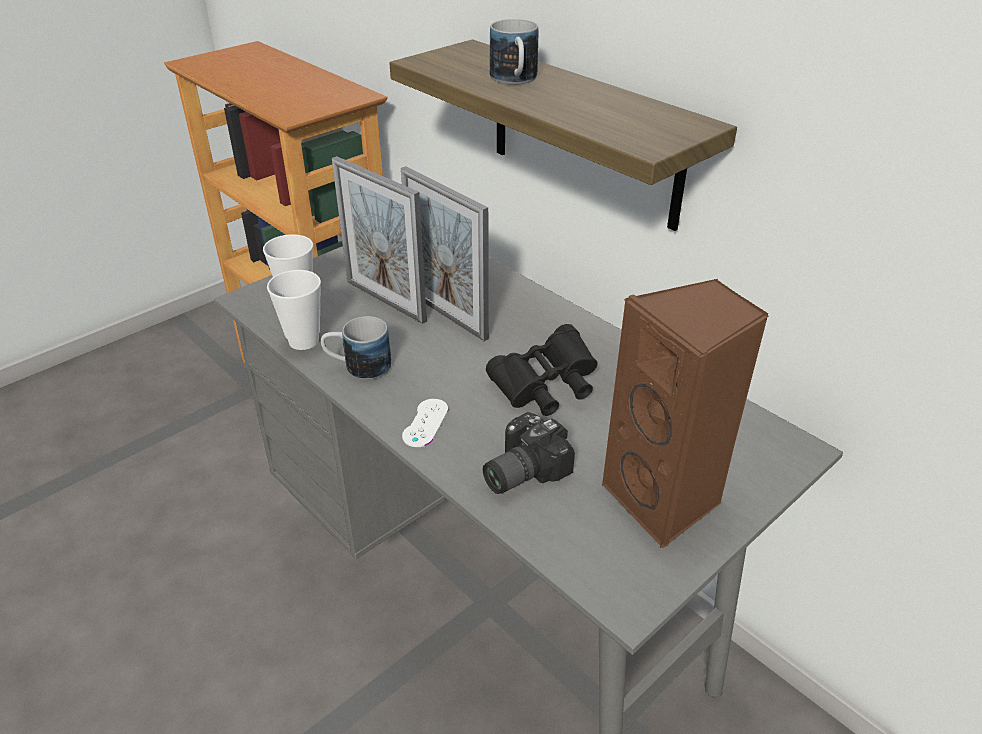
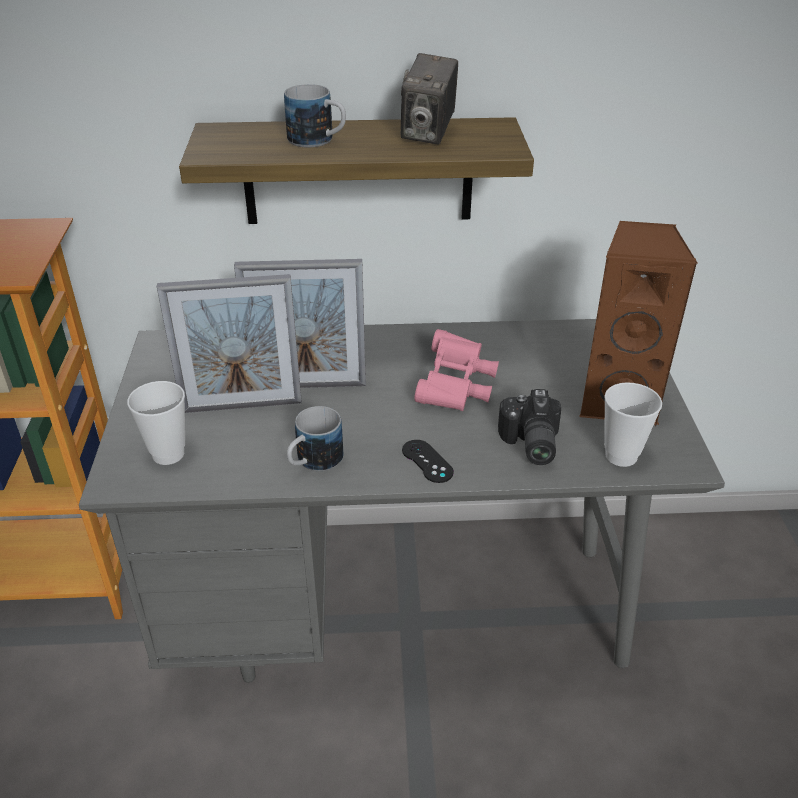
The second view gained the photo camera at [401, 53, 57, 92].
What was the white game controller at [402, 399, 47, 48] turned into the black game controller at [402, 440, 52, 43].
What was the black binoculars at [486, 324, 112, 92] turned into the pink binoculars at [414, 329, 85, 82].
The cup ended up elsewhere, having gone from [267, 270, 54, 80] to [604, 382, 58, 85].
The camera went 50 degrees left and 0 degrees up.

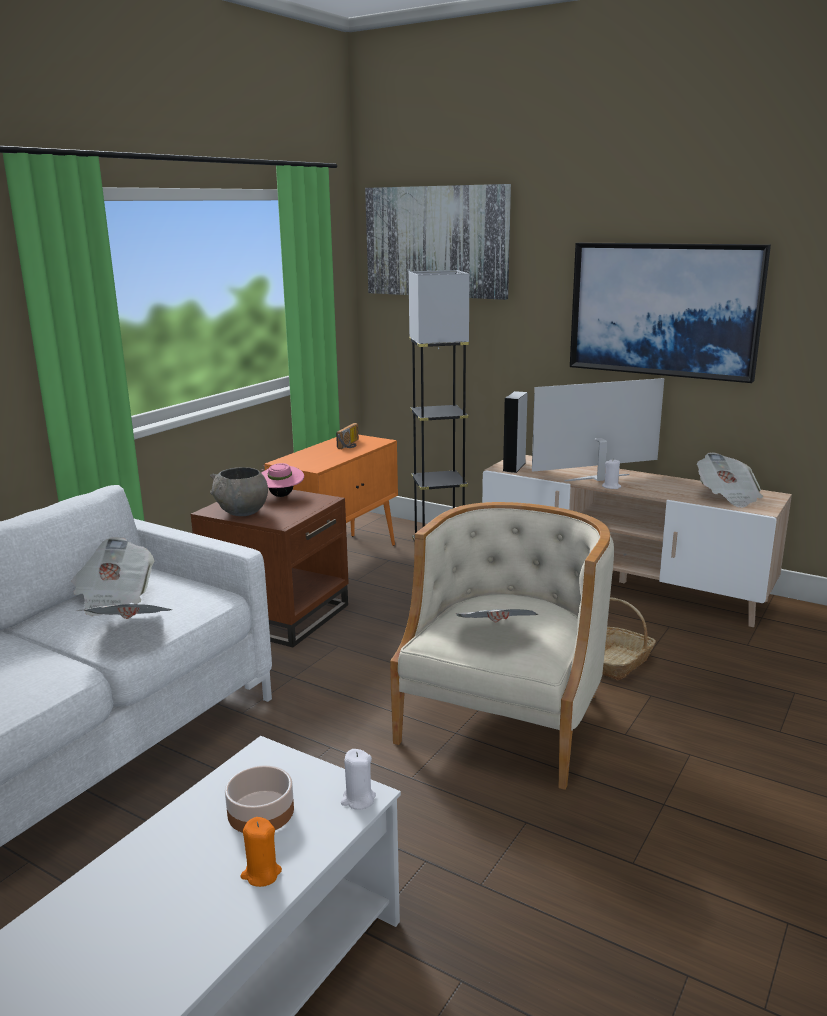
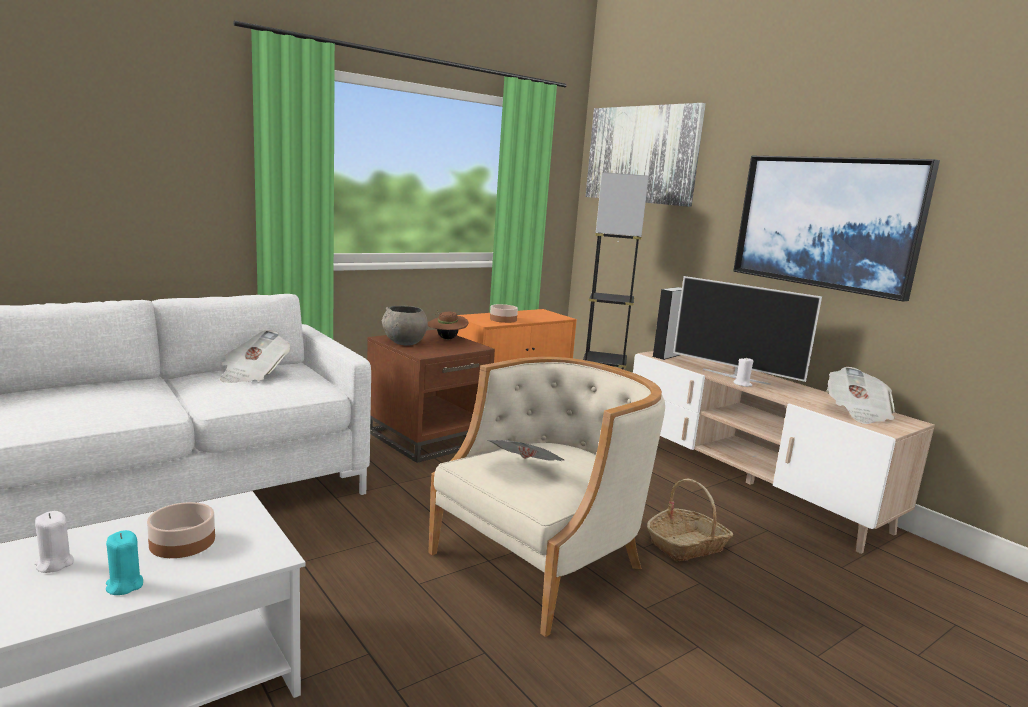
The white candle ended up elsewhere, having gone from [341, 749, 35, 61] to [35, 511, 39, 62].
What was the orange candle at [241, 817, 41, 70] turned into the turquoise candle at [106, 530, 37, 65].
What was the pink hat at [262, 463, 42, 34] turned into the brown hat at [428, 311, 40, 28].
The second view gained the bowl at [490, 304, 28, 19].
The television at [532, 378, 132, 103] ended up facing another way, 150 degrees counterclockwise from before.
The second view lost the newspaper at [77, 604, 95, 15].
The second view lost the radio at [336, 423, 23, 26].
The camera went 20 degrees right and 5 degrees down.

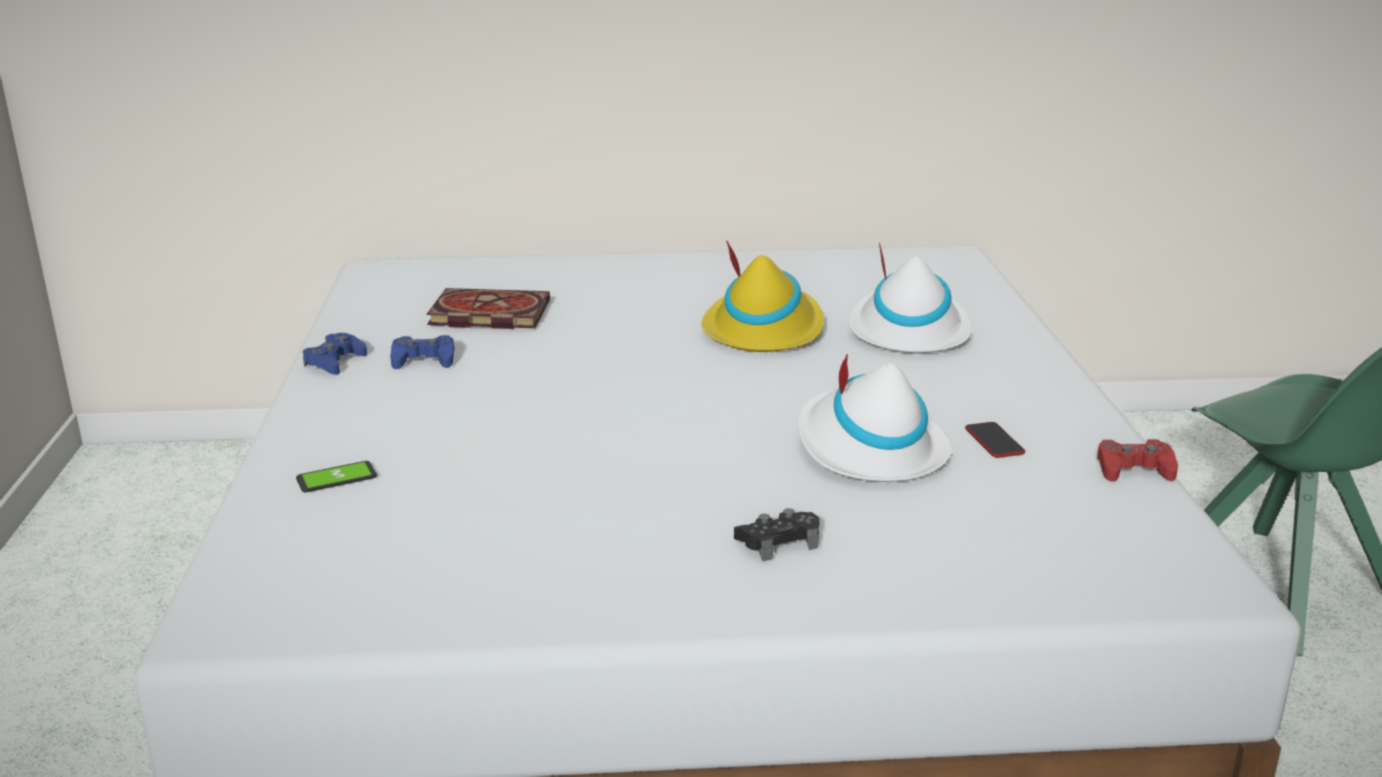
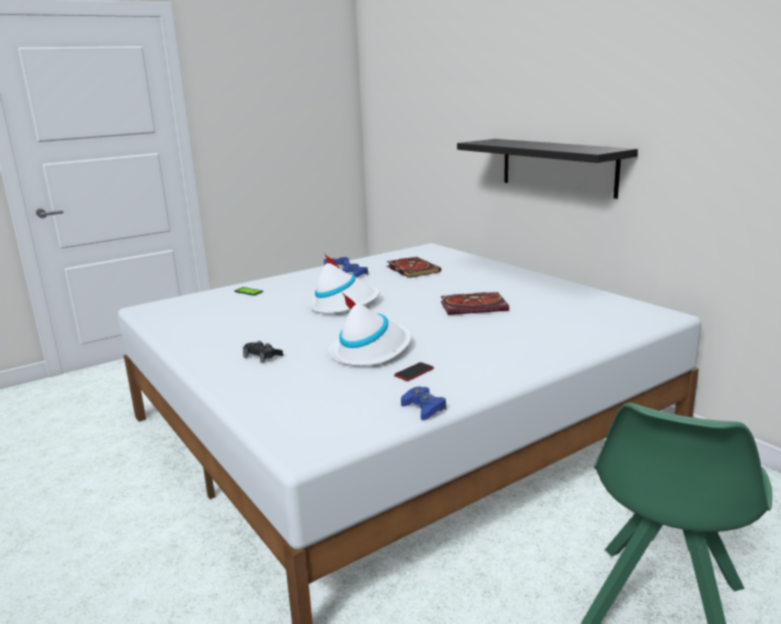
The white hat ended up elsewhere, having gone from [849, 243, 123, 111] to [308, 254, 72, 60].
What was the red game controller at [1097, 439, 81, 42] turned into the blue game controller at [401, 387, 45, 33].
Where the yellow hat stood at [702, 241, 122, 111], the book came to stand at [441, 292, 68, 23].
The second view gained the black shelf at [457, 139, 181, 60].
The camera went 60 degrees right and 5 degrees down.

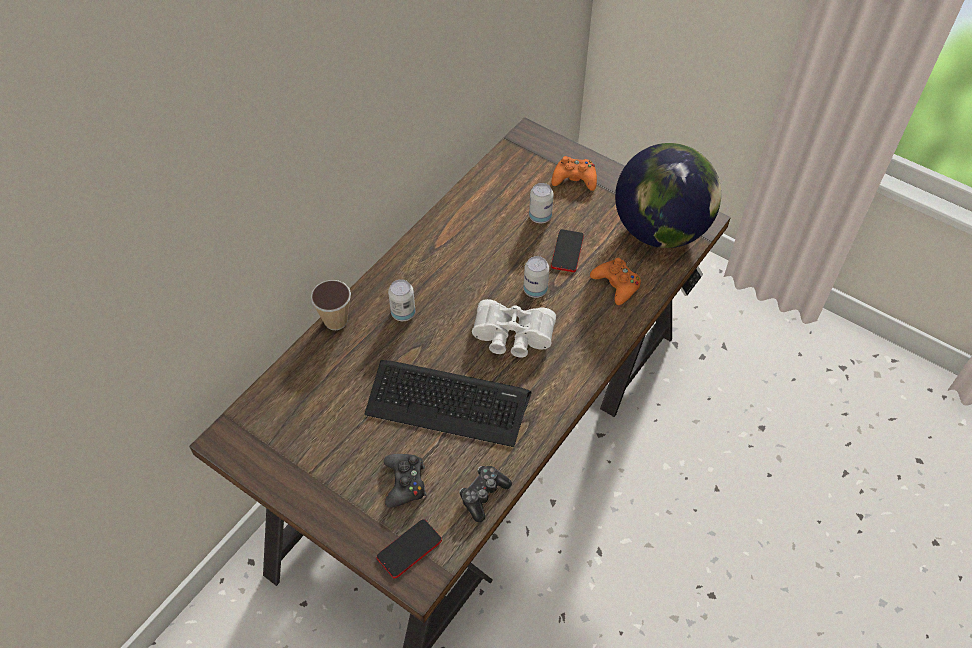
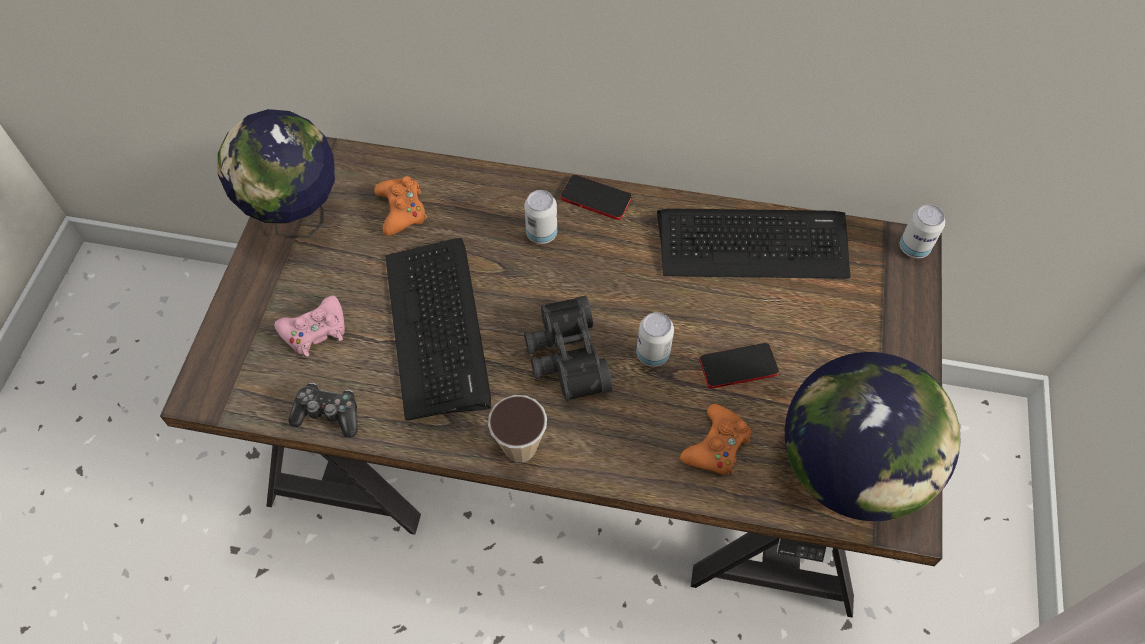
The second view gained the globe at [218, 109, 117, 129].
What was the black game controller at [384, 454, 43, 53] turned into the pink game controller at [274, 296, 71, 61].
The orange game controller ended up elsewhere, having gone from [551, 156, 46, 35] to [374, 176, 54, 60].
The cup ended up elsewhere, having gone from [310, 280, 41, 50] to [488, 395, 59, 67].
What was the white binoculars at [472, 299, 84, 59] turned into the black binoculars at [524, 296, 89, 105].
The phone ended up elsewhere, having gone from [376, 519, 66, 59] to [560, 175, 72, 45].
The second view gained the keyboard at [657, 208, 194, 71].
The can ended up elsewhere, having gone from [529, 183, 25, 41] to [900, 204, 45, 54].
The camera went 65 degrees right and 5 degrees up.

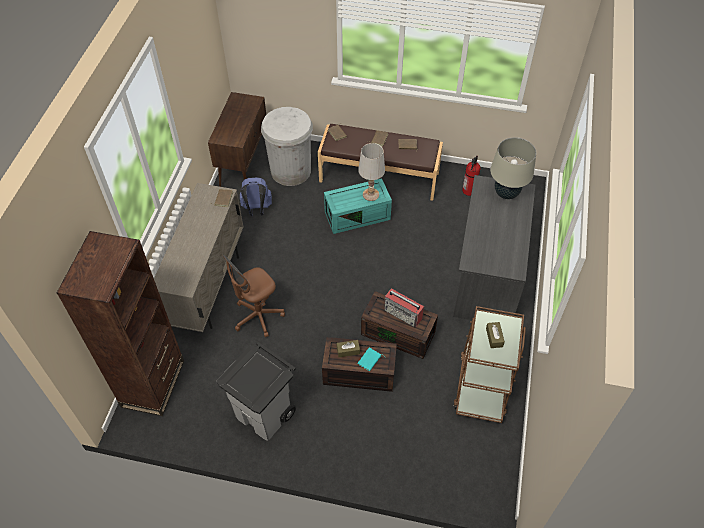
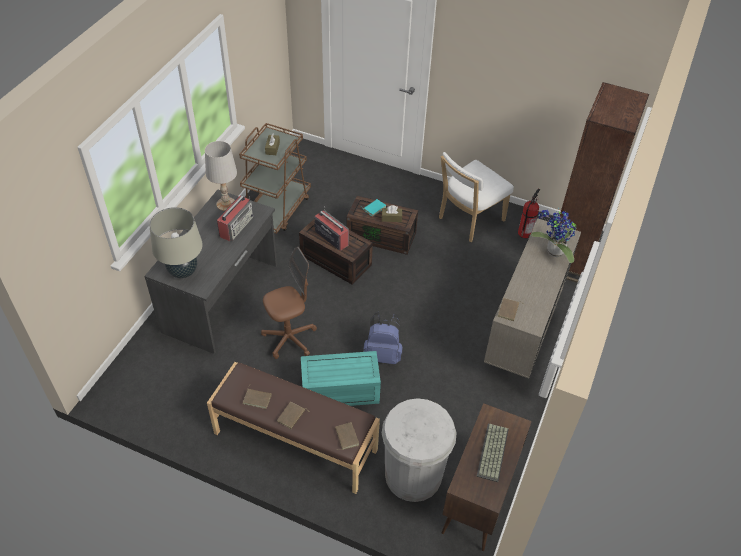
The white table lamp ended up elsewhere, having gone from [358, 143, 27, 58] to [205, 141, 32, 70].
The second view gained the radio at [217, 196, 37, 45].
The brown office chair ended up elsewhere, having gone from [223, 255, 62, 82] to [261, 247, 56, 112].
The blue backpack ended up elsewhere, having gone from [240, 177, 32, 39] to [363, 312, 39, 52].
Where the grey trash can stood at [216, 342, 80, 99], the white chair came to stand at [439, 152, 75, 90].
The second view gained the keyboard at [476, 424, 33, 58].
The fire extinguisher ended up elsewhere, having gone from [462, 156, 18, 40] to [518, 189, 22, 49].
The second view gained the potted plant at [531, 208, 45, 55].
The camera went 170 degrees left and 5 degrees down.

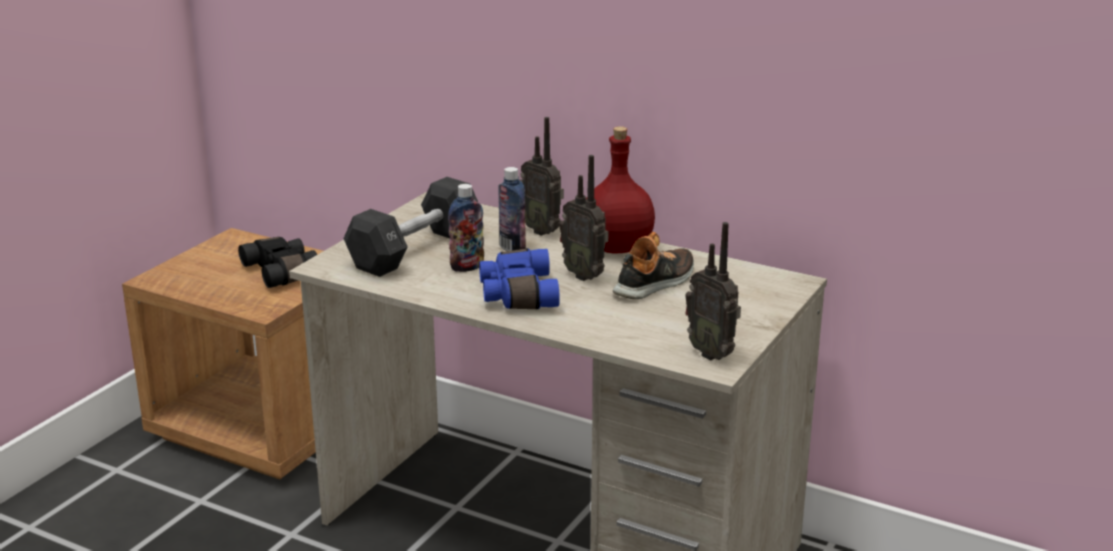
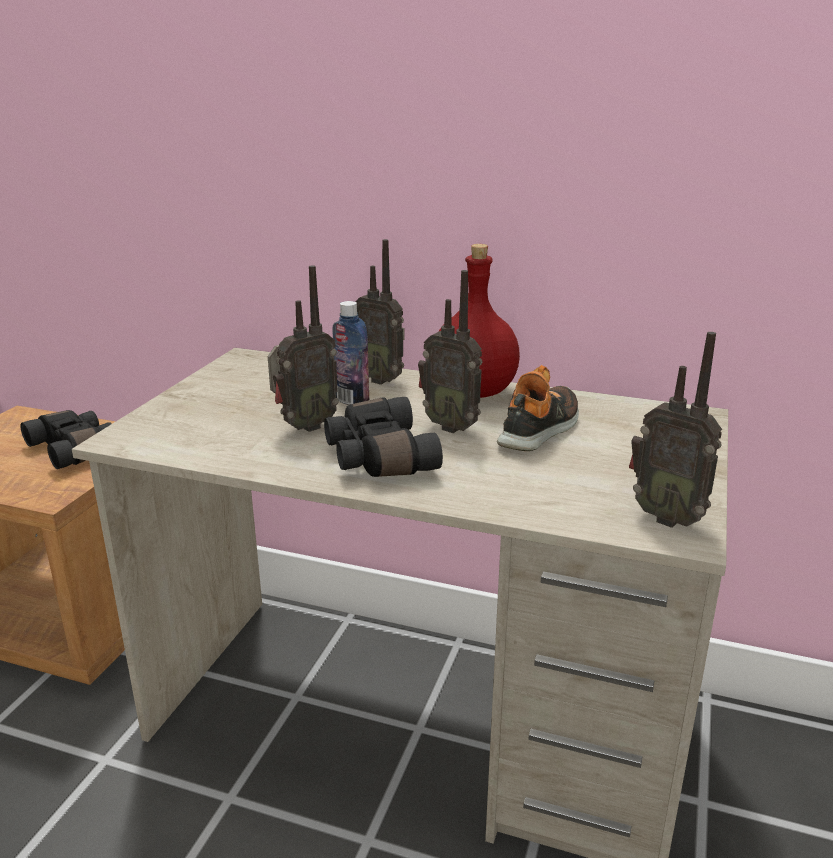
Where the bottle stood at [448, 184, 36, 88], the radio came to stand at [268, 265, 71, 167].
What was the blue binoculars at [479, 248, 81, 61] turned into the black binoculars at [324, 397, 119, 80].
The second view lost the black dumbbell at [343, 177, 135, 100].
The camera went 10 degrees left and 0 degrees up.

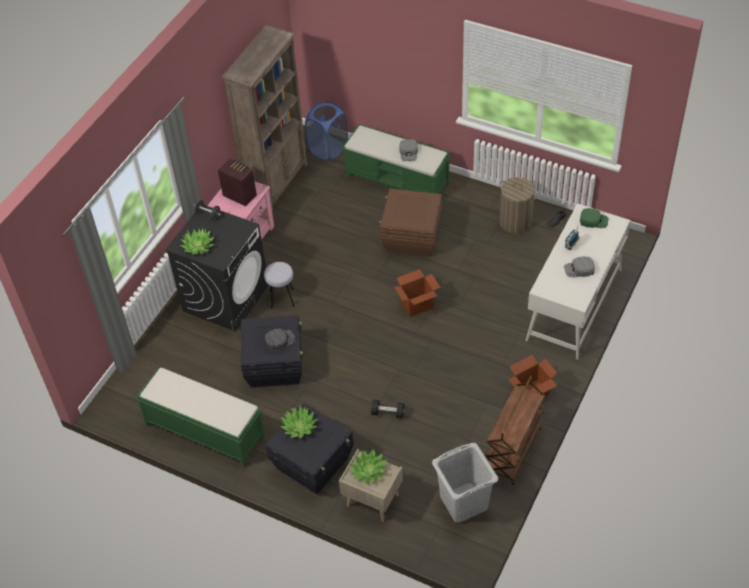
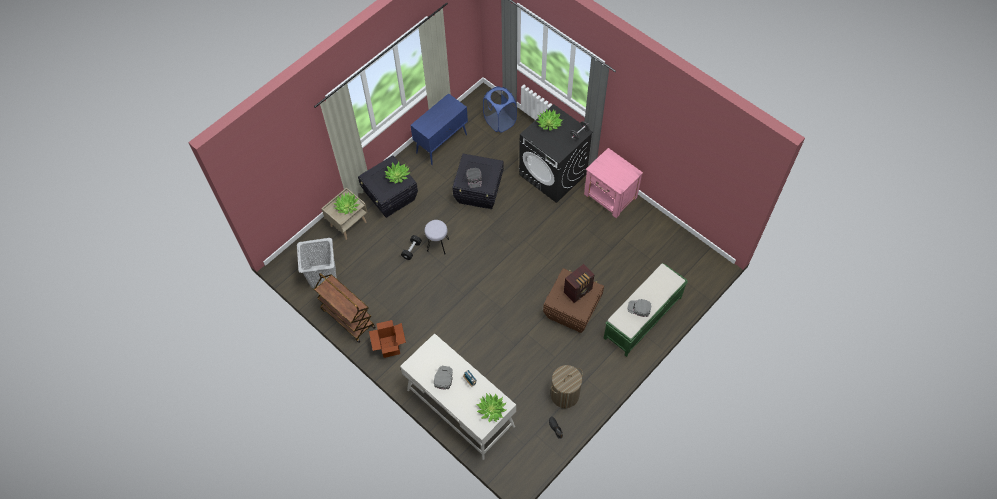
Where the green bench stood at [136, 368, 129, 99], the blue cabinet came to stand at [410, 93, 58, 72].
The grey stool ended up elsewhere, having gone from [264, 262, 30, 47] to [425, 220, 24, 35].
Where the green cap stood at [580, 208, 29, 20], the potted plant came to stand at [477, 393, 29, 30].
The blue laundry basket ended up elsewhere, having gone from [305, 102, 43, 59] to [483, 86, 34, 47].
The radio ended up elsewhere, having gone from [218, 159, 39, 47] to [564, 264, 31, 39].
The second view lost the brown bookcase at [222, 25, 86, 187].
The second view lost the cardboard box at [394, 269, 47, 48].
The camera went 105 degrees right and 10 degrees up.

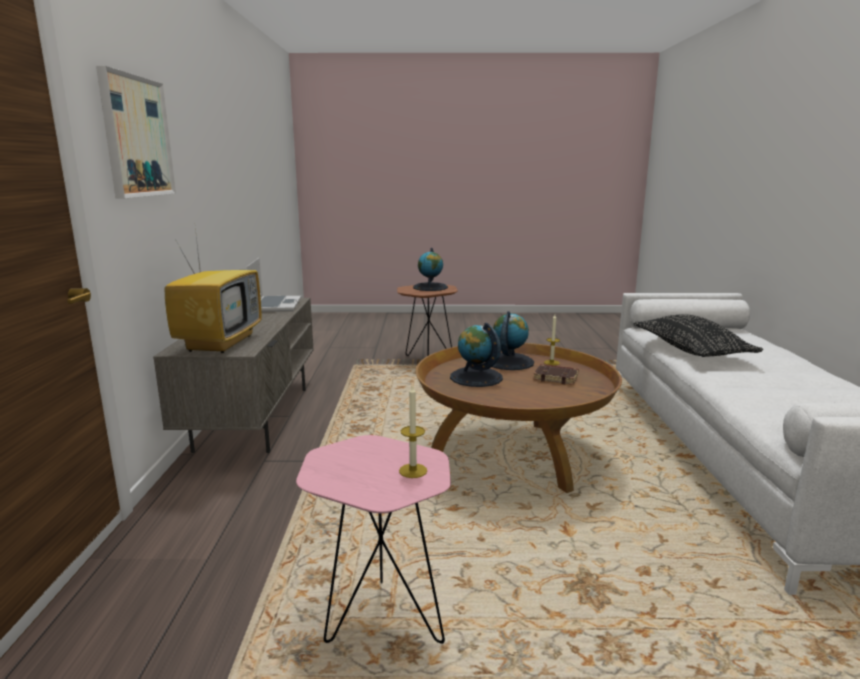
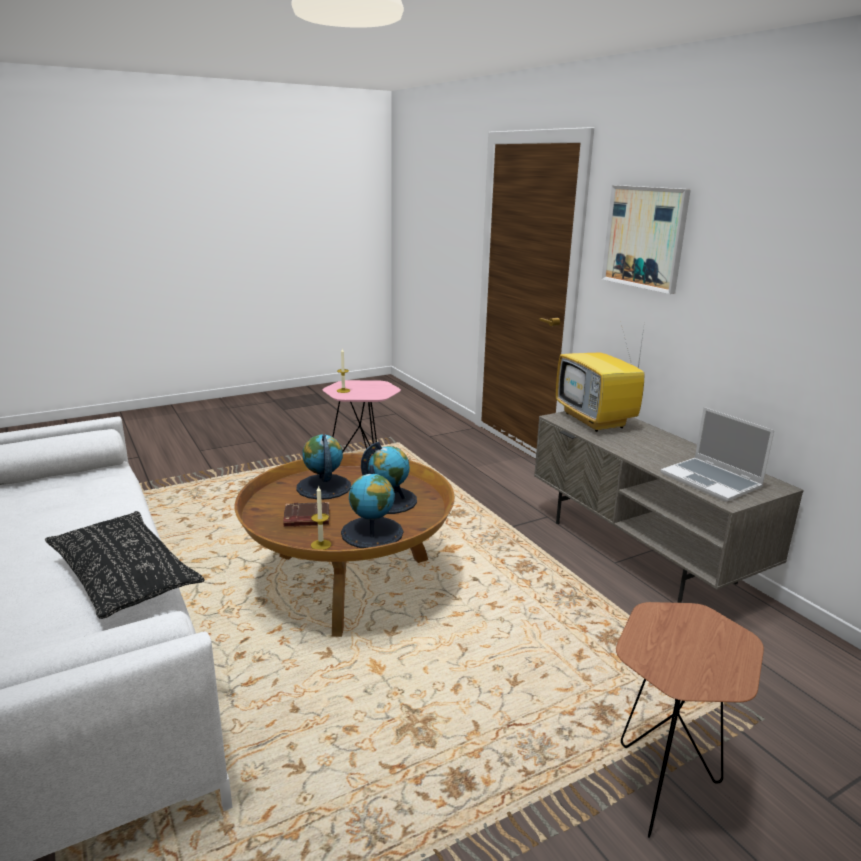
The globe ended up elsewhere, having gone from [413, 248, 35, 43] to [297, 434, 54, 66].
The camera went 150 degrees right and 5 degrees up.

